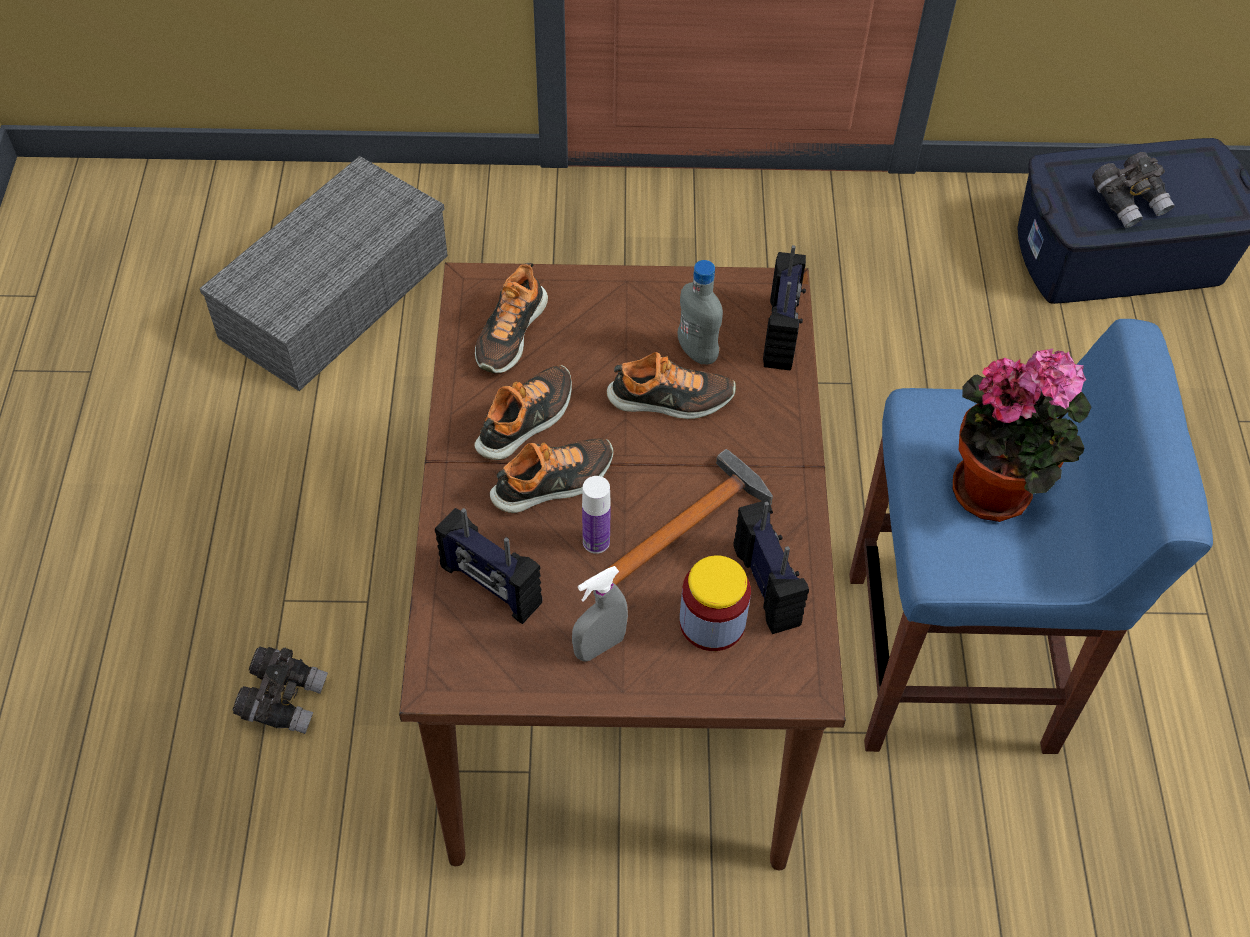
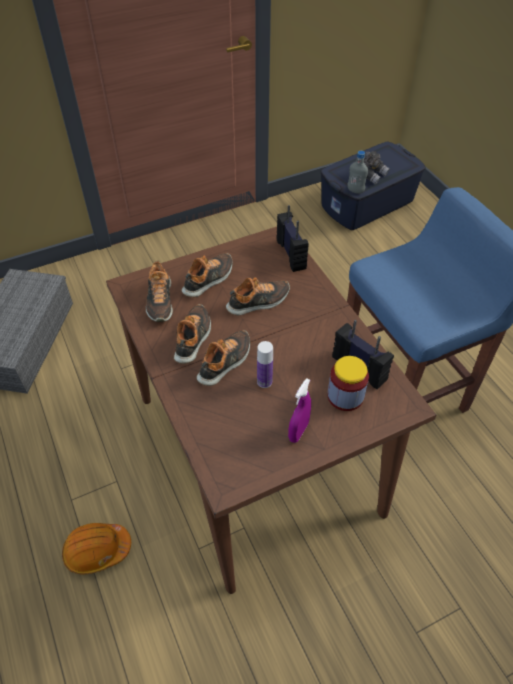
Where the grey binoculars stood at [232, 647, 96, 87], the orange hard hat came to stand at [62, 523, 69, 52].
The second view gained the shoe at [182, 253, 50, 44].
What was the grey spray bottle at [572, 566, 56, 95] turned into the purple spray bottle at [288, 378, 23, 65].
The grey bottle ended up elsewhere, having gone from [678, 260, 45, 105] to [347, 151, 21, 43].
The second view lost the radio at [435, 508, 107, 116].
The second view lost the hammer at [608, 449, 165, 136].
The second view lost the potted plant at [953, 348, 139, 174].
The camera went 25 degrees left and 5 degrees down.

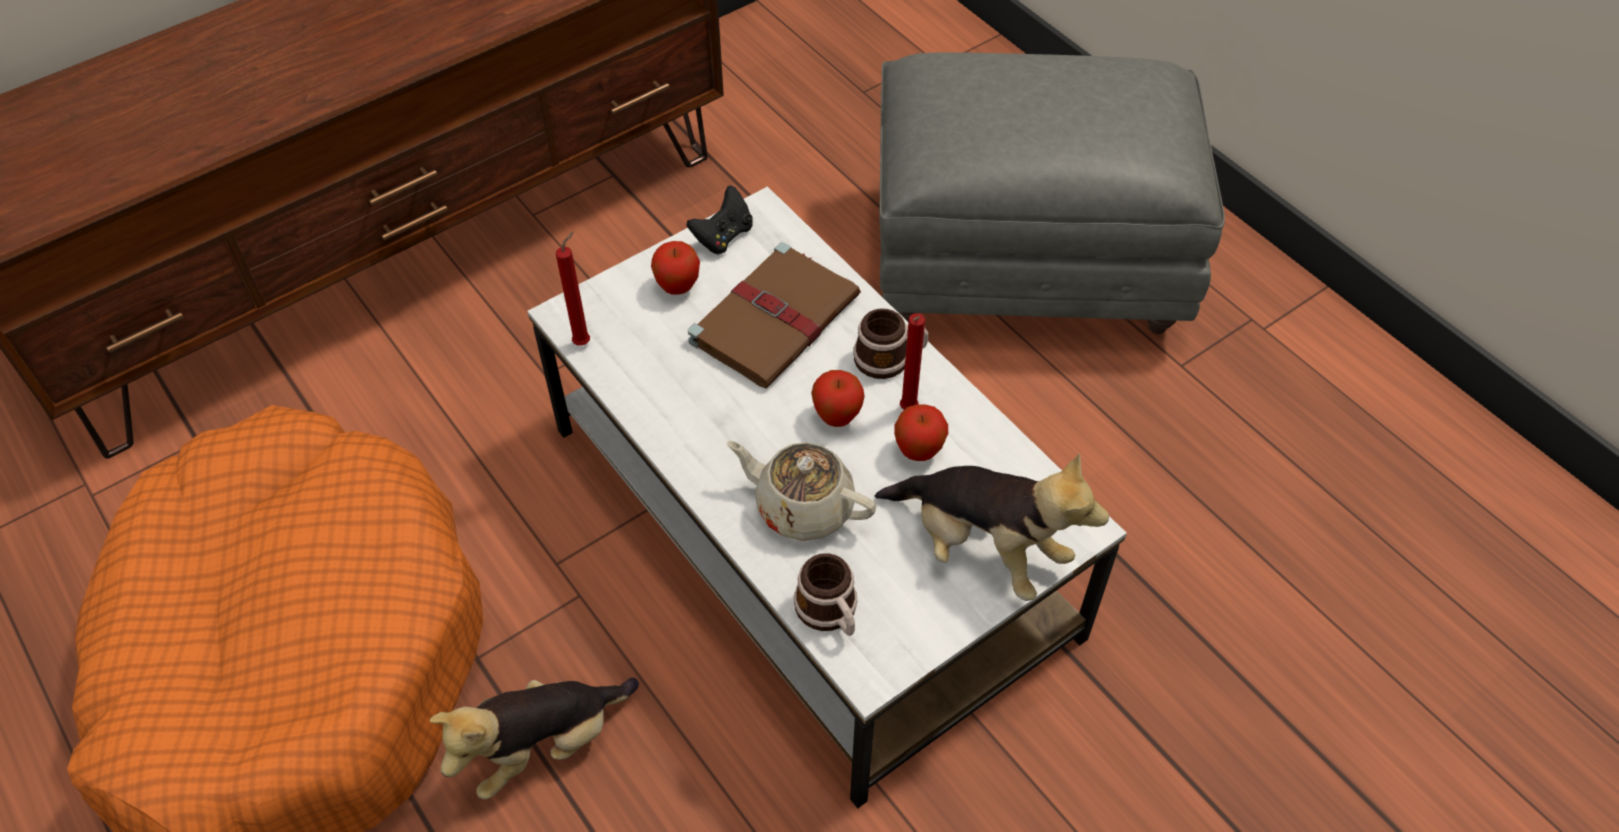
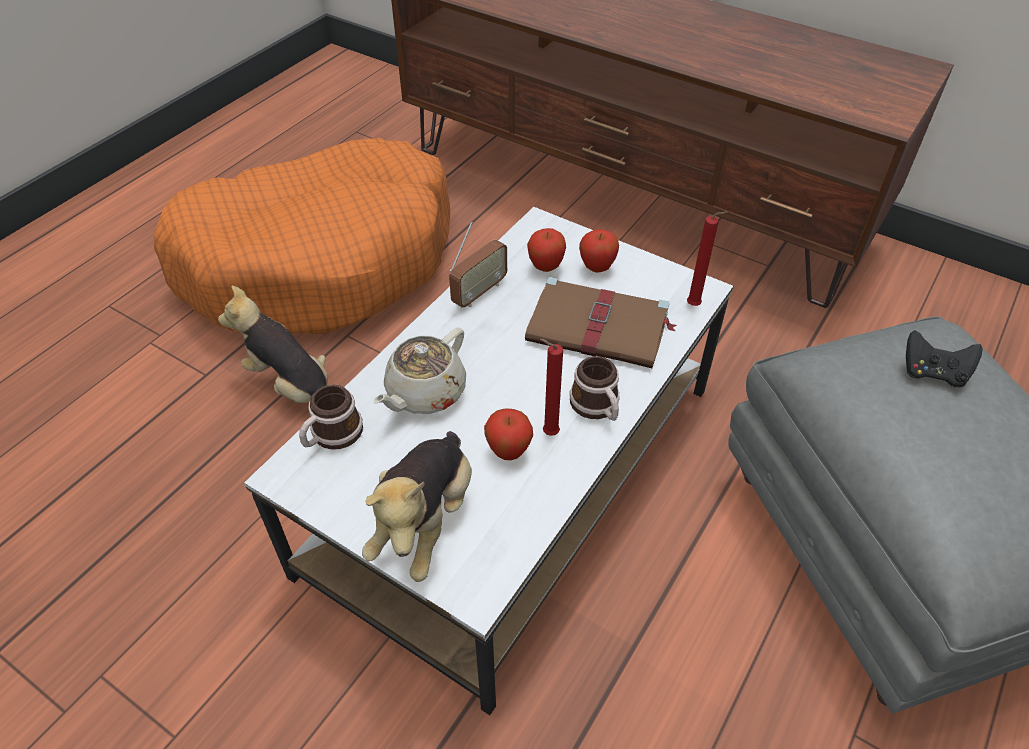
The beige teapot at [727, 441, 149, 100] ended up facing another way, 150 degrees counterclockwise from before.
The second view gained the radio at [449, 222, 58, 85].
The apple ended up elsewhere, having gone from [811, 370, 54, 57] to [527, 228, 39, 44].
The red candle ended up elsewhere, having gone from [556, 231, 34, 114] to [687, 211, 41, 95].
The black game controller ended up elsewhere, having gone from [687, 185, 66, 69] to [906, 330, 77, 58].
The camera went 70 degrees right and 5 degrees down.

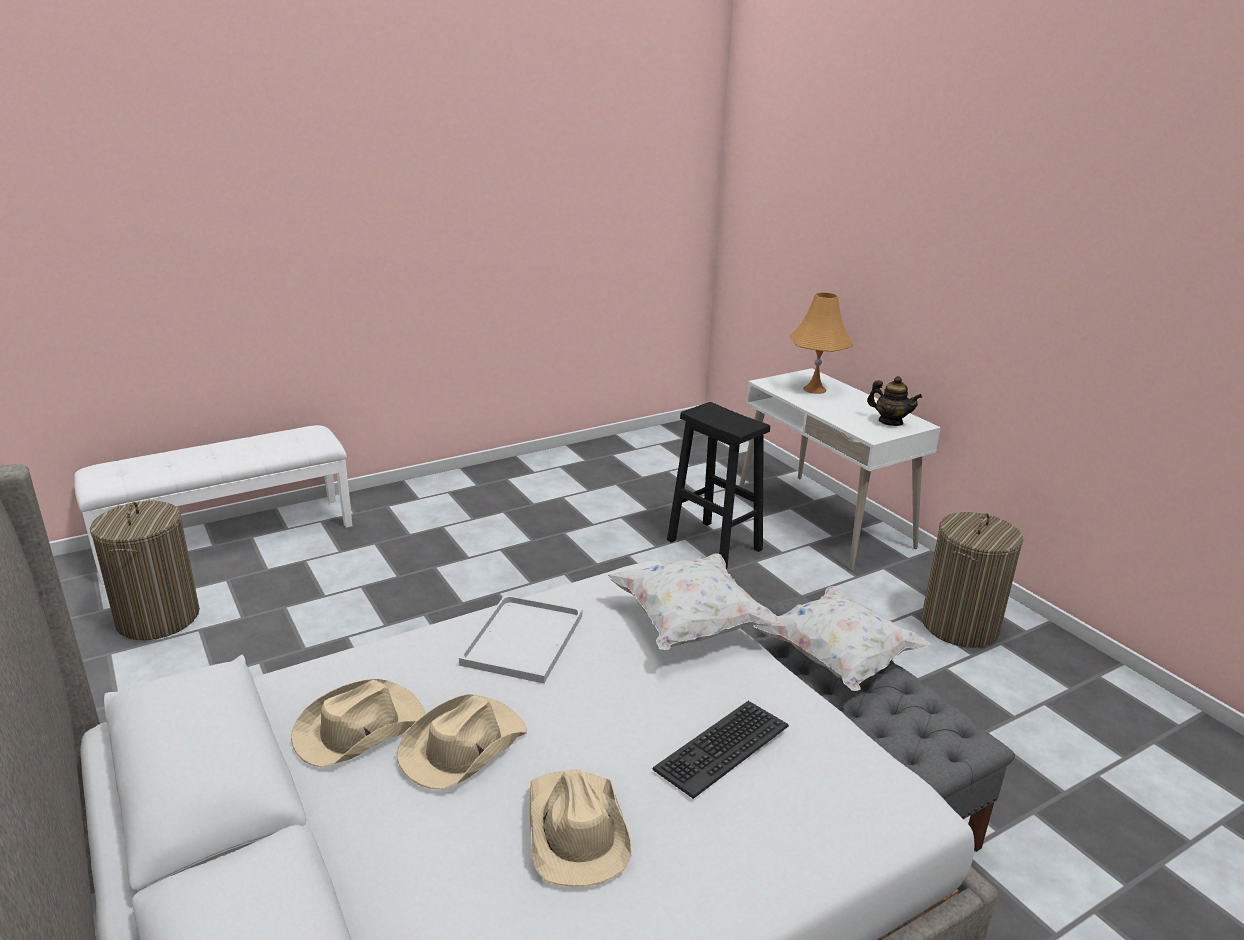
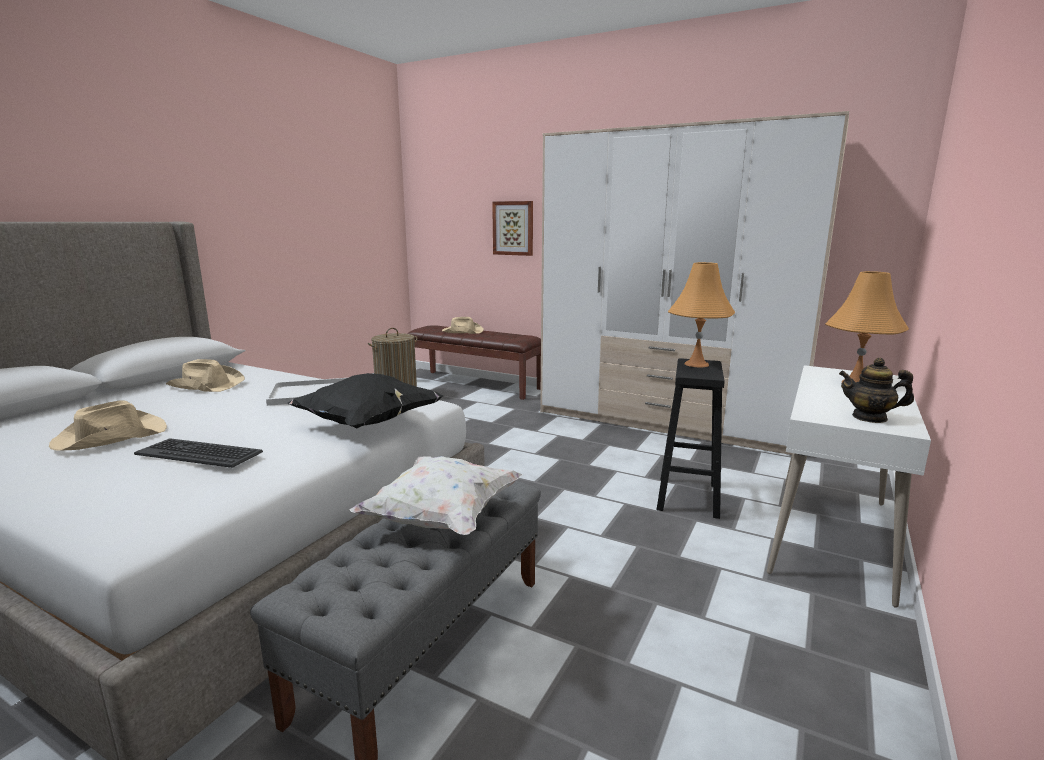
What was the white pillow at [607, 554, 173, 96] turned into the black pillow at [287, 373, 156, 55].
What was the white bench at [74, 425, 278, 160] turned into the brown bench at [407, 326, 134, 74].
The beige hat ended up elsewhere, having gone from [396, 694, 131, 96] to [442, 317, 42, 17].
The second view gained the picture at [492, 201, 41, 55].
The second view gained the wardrobe at [540, 111, 309, 344].
The second view gained the orange table lamp at [668, 262, 67, 106].
The teapot at [867, 376, 55, 50] ended up facing another way, 105 degrees clockwise from before.
The second view lost the laundry basket at [922, 512, 101, 136].
The camera went 60 degrees right and 10 degrees down.

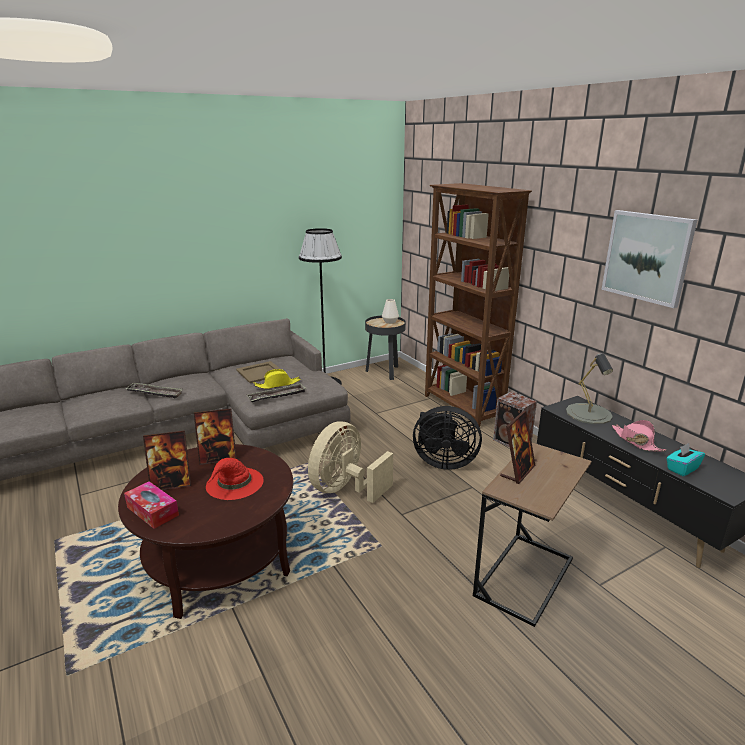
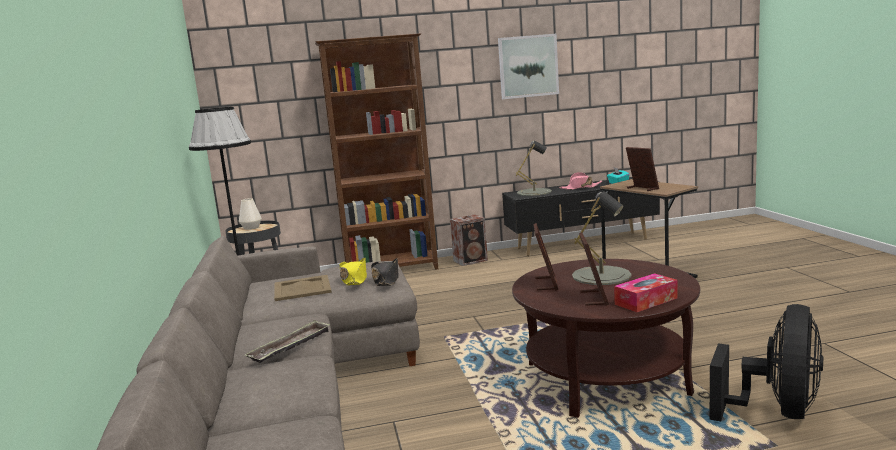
Where the tray stood at [247, 383, 59, 19], the black hat came to stand at [371, 258, 28, 28].
Where the red hat stood at [206, 458, 58, 42], the grey table lamp came to stand at [572, 191, 60, 94].
The black fan ended up elsewhere, having gone from [413, 406, 69, 64] to [710, 304, 113, 117].
The second view lost the beige fan at [308, 422, 85, 81].
The camera went 70 degrees left and 10 degrees down.

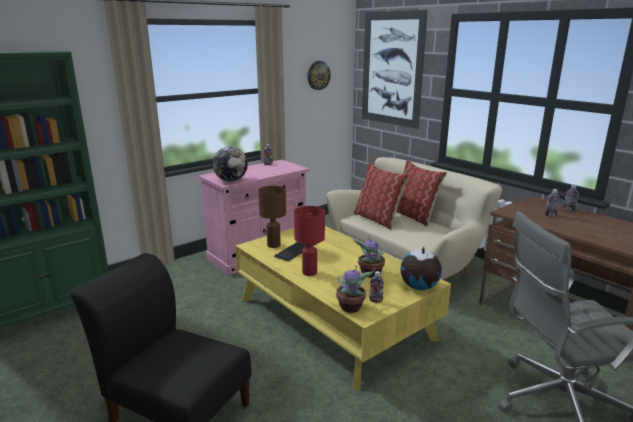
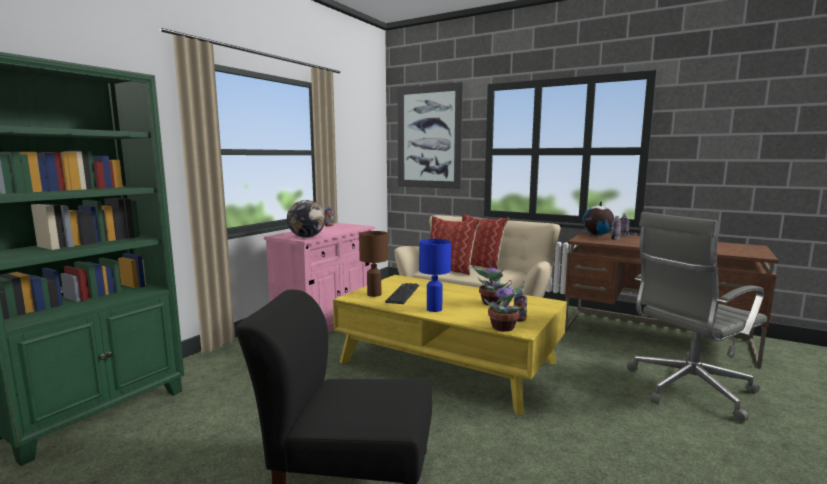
What was the red table lamp at [294, 206, 31, 70] turned into the blue table lamp at [419, 239, 32, 73].
The globe ended up elsewhere, having gone from [400, 247, 42, 43] to [582, 202, 32, 33].
The second view lost the wall clock at [307, 61, 24, 29].
The camera went 20 degrees left and 10 degrees down.

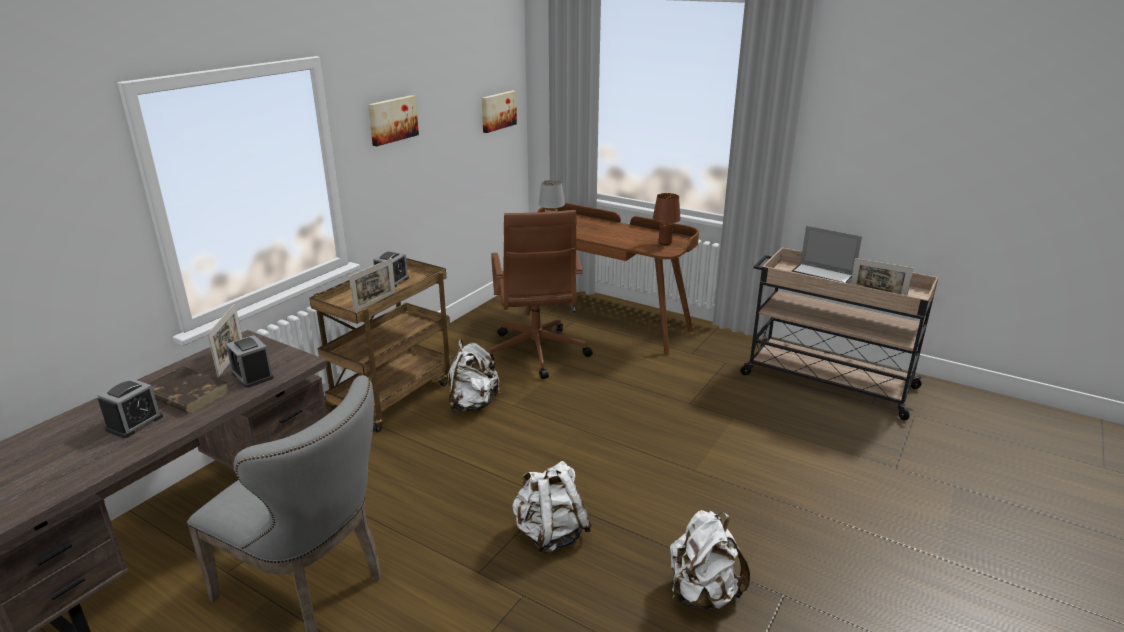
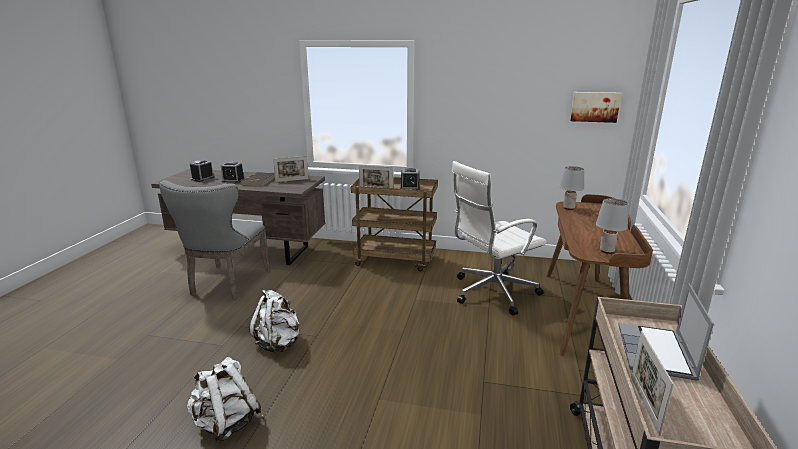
The alarm clock ended up elsewhere, having gone from [226, 335, 48, 53] to [190, 160, 25, 22].
What was the brown office chair at [489, 210, 104, 169] turned into the white office chair at [451, 161, 96, 154].
What was the brown table lamp at [653, 193, 27, 52] turned into the grey table lamp at [596, 199, 33, 55].
The second view lost the picture at [368, 95, 51, 51].
The second view lost the white backpack at [448, 340, 53, 73].
The camera went 70 degrees right and 5 degrees down.

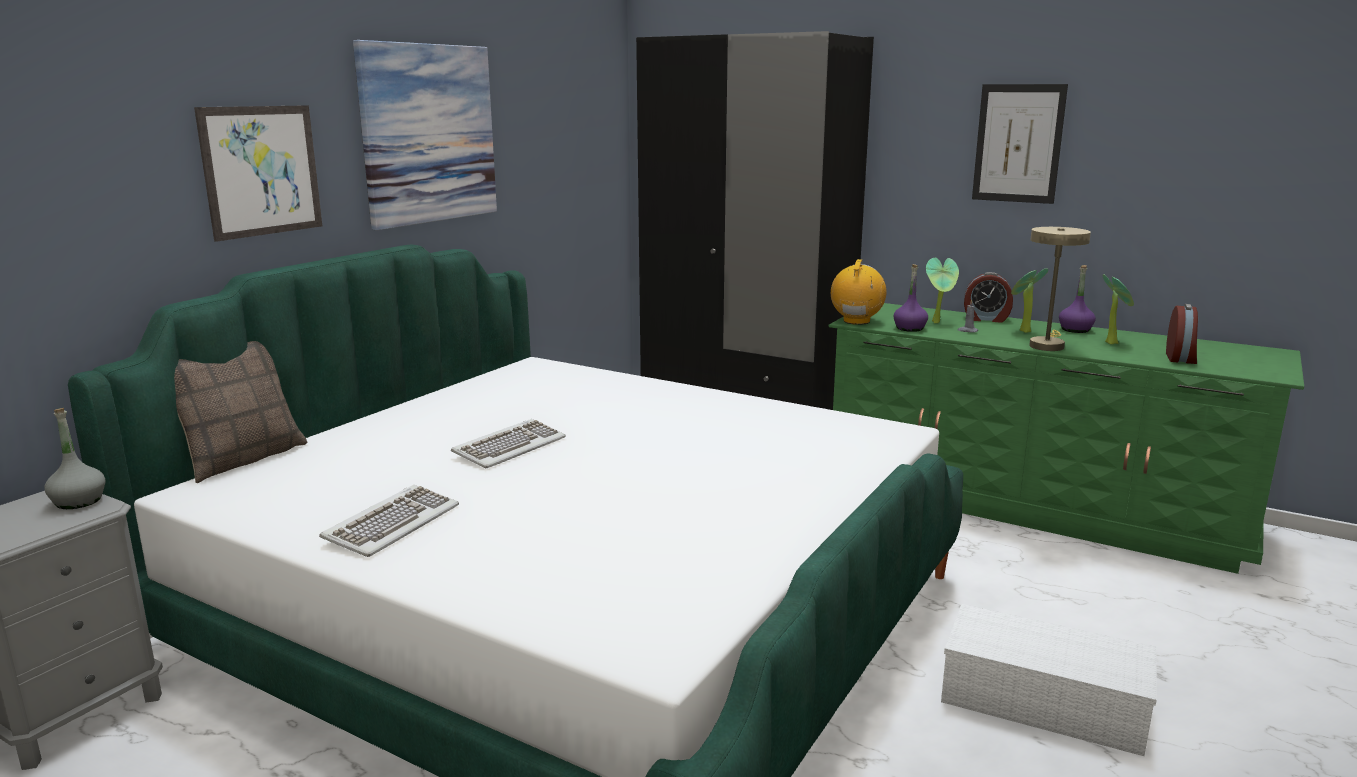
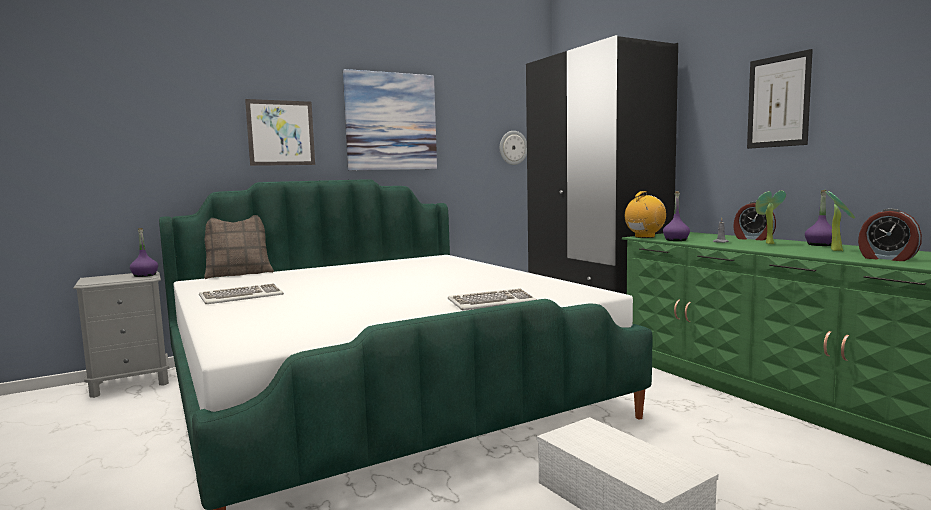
What was the grey bottle at [44, 408, 62, 101] turned into the purple bottle at [130, 228, 28, 49].
The keyboard ended up elsewhere, having gone from [451, 419, 115, 49] to [447, 288, 90, 22].
The second view gained the wall clock at [500, 131, 27, 34].
The alarm clock at [1166, 304, 32, 60] ended up facing another way, 90 degrees clockwise from before.
The second view lost the potted plant at [926, 258, 33, 65].
The second view lost the beige table lamp at [1029, 227, 62, 124].
The camera went 30 degrees right and 10 degrees down.

